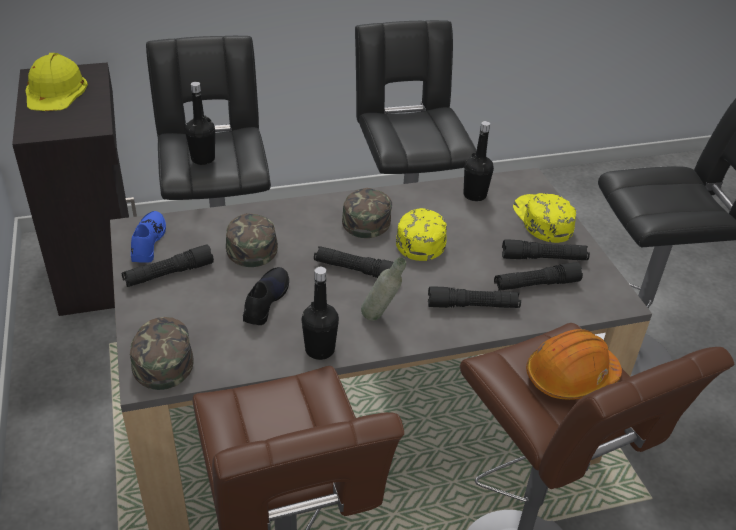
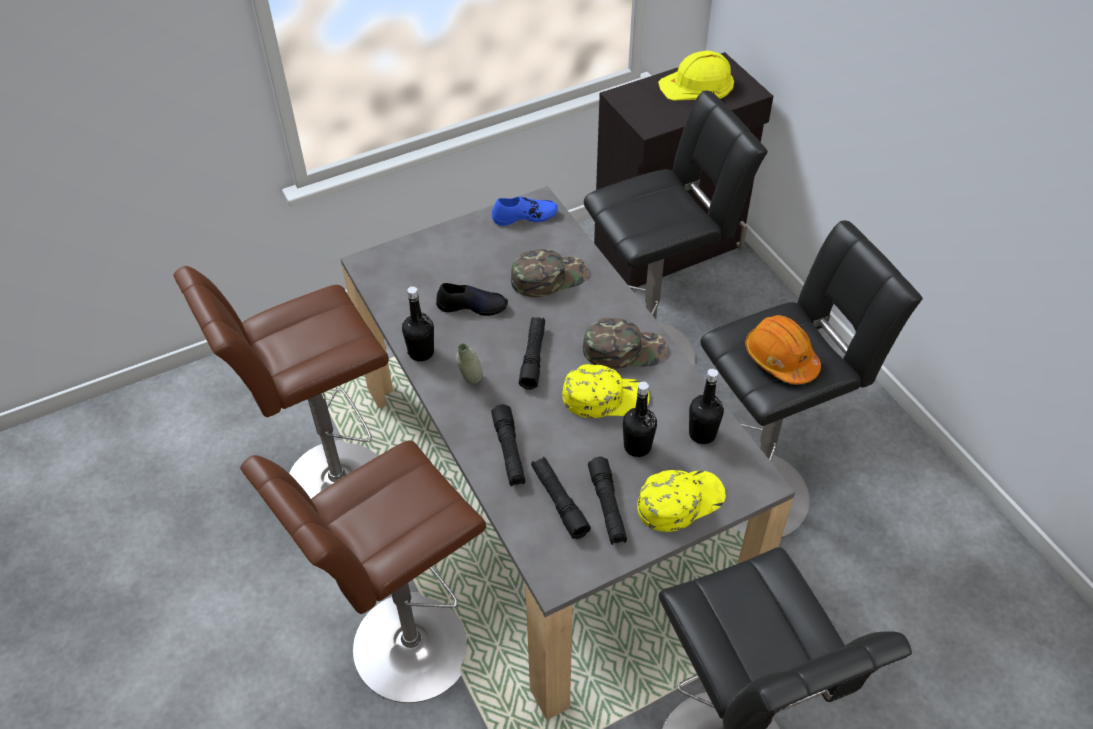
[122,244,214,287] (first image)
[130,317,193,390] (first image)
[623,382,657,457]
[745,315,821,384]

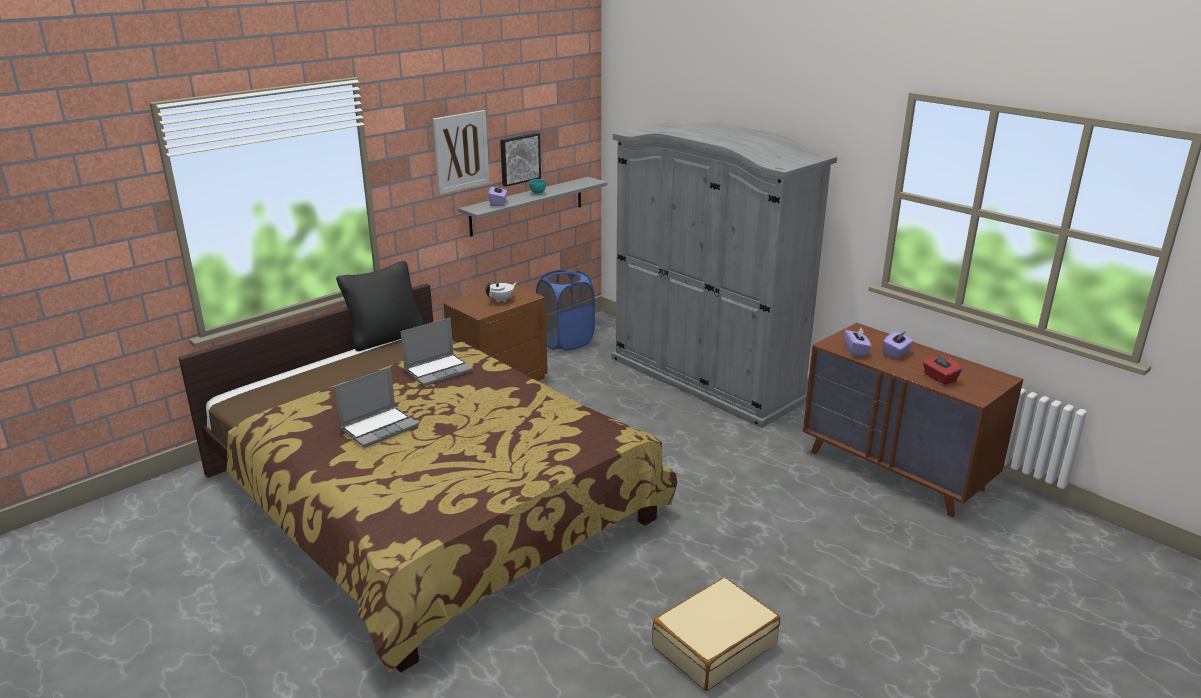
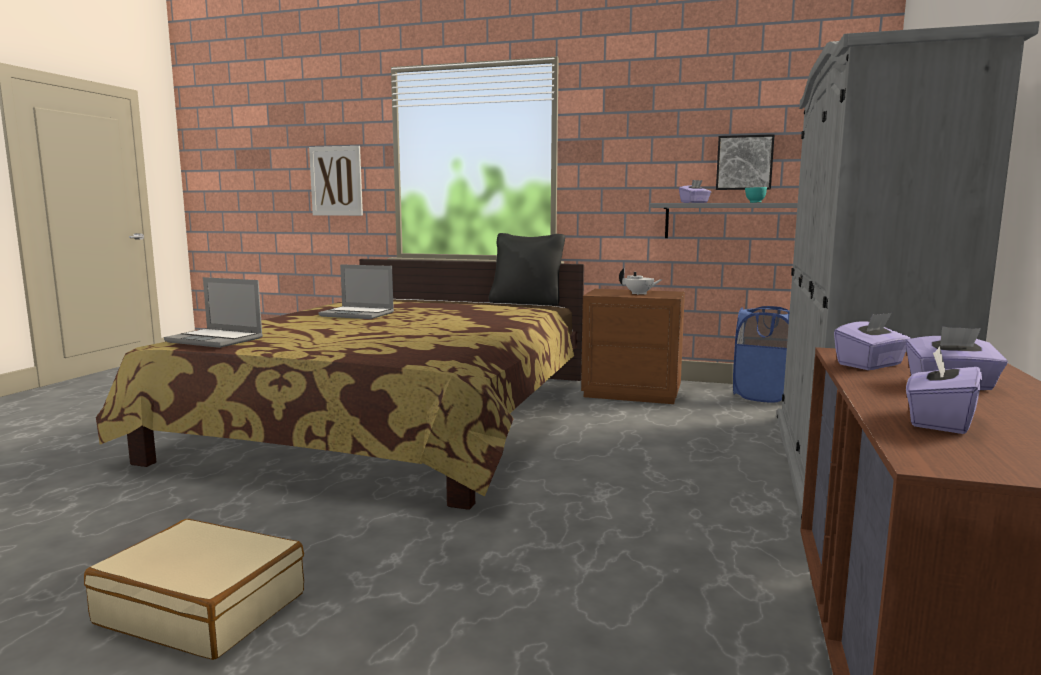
[164,277,263,348]
[309,146,363,216]
[906,346,982,434]

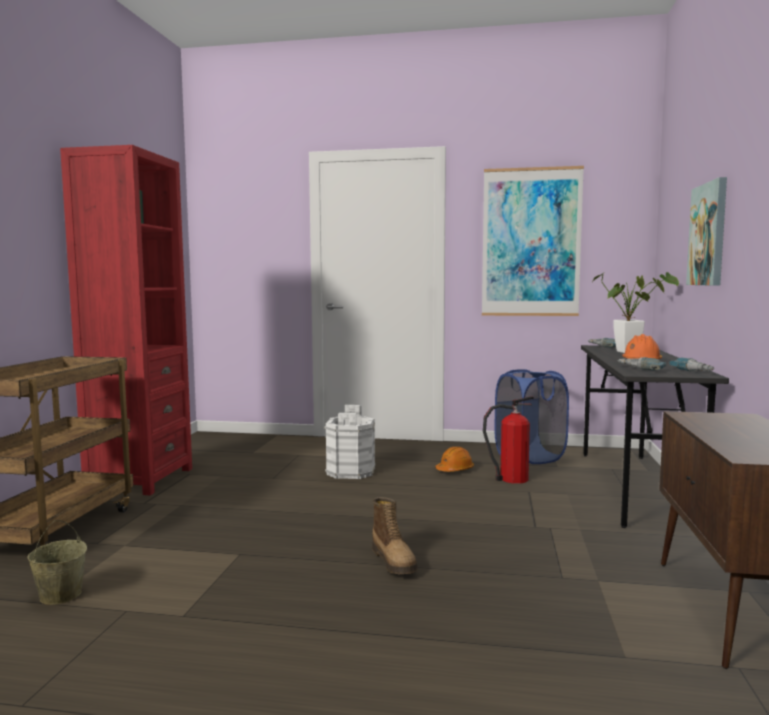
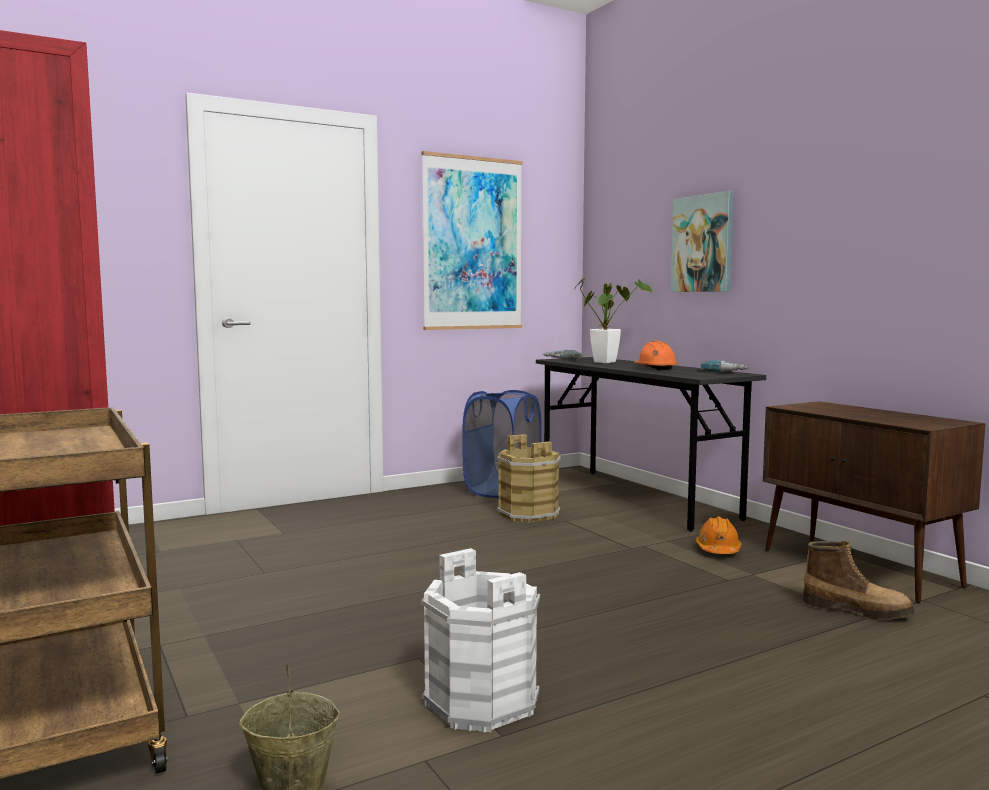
[618,357,666,370] (first image)
[421,548,540,733]
[802,541,915,619]
[696,517,741,554]
[497,434,561,523]

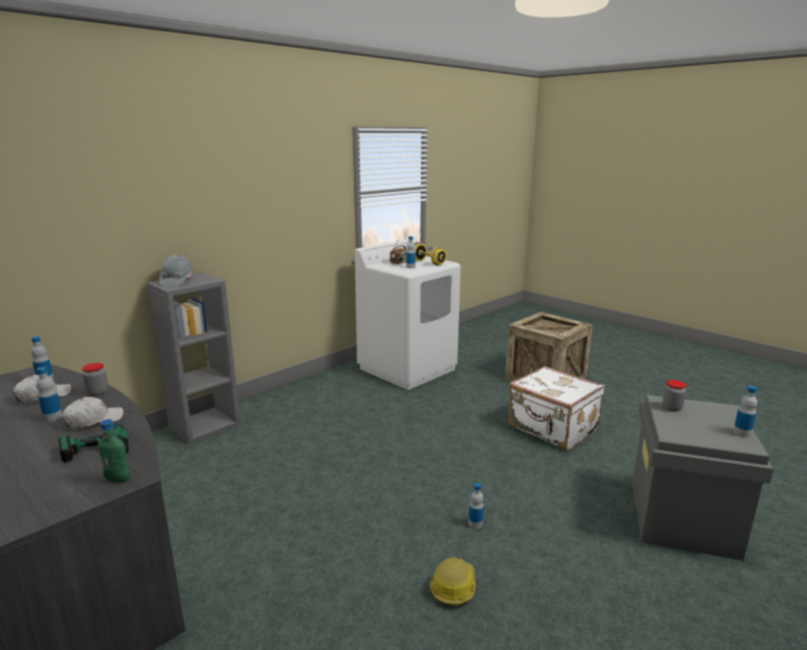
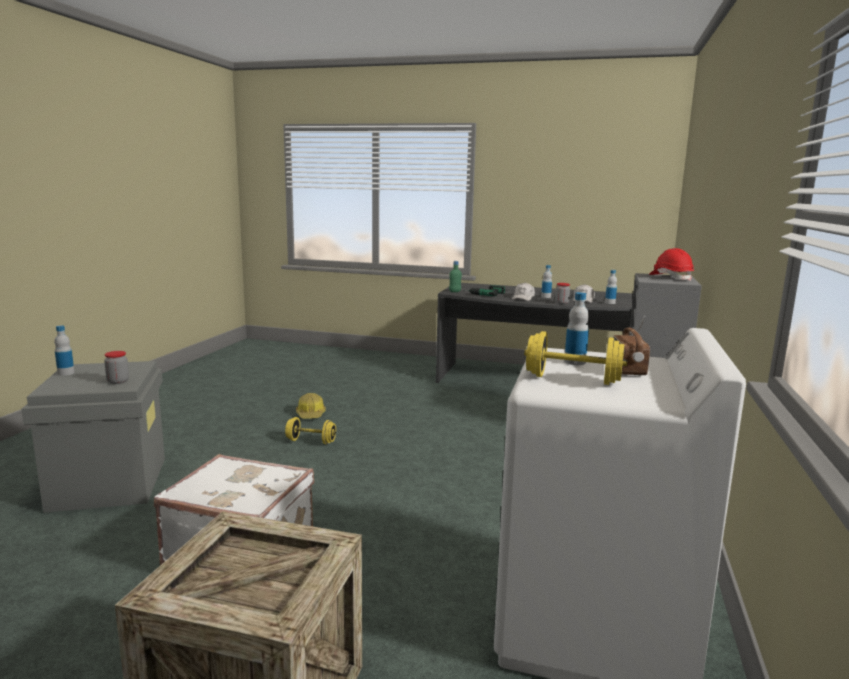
[285,417,336,444]
[649,248,694,281]

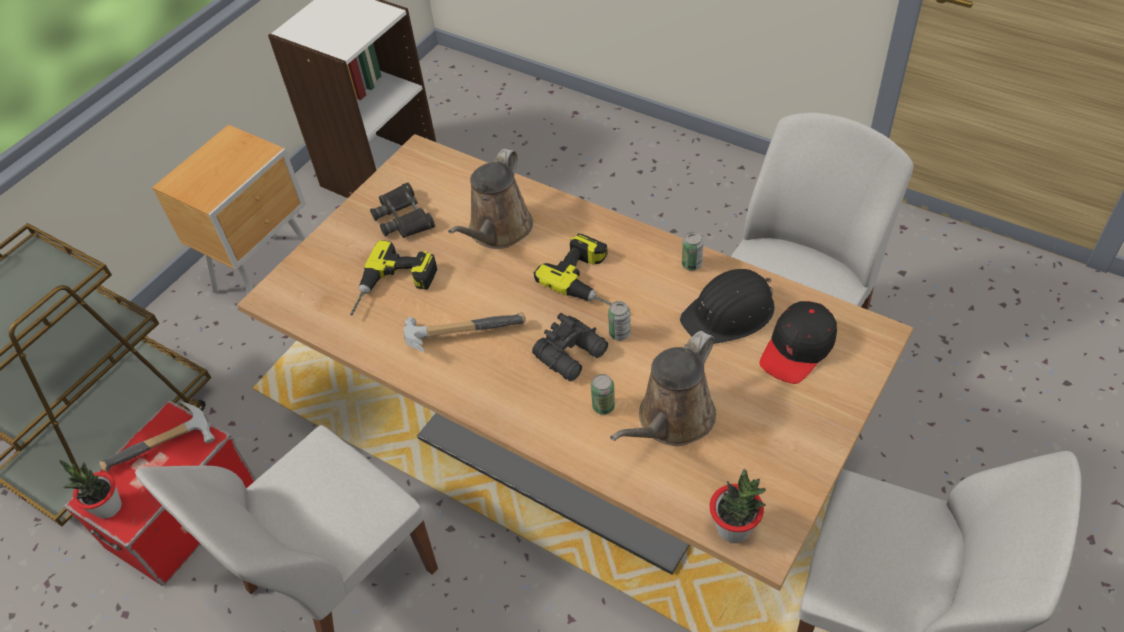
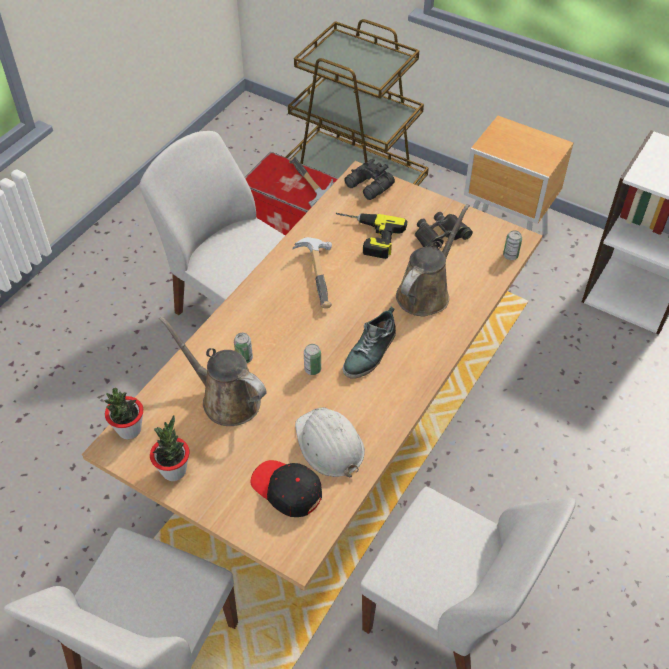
[150,415,190,481]
[344,159,395,200]
[503,230,522,260]
[343,307,396,379]
[295,407,365,477]
[396,204,470,316]

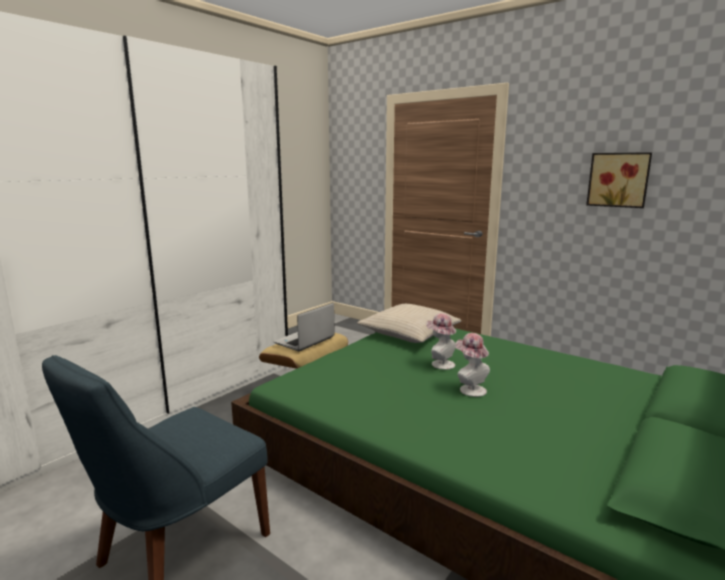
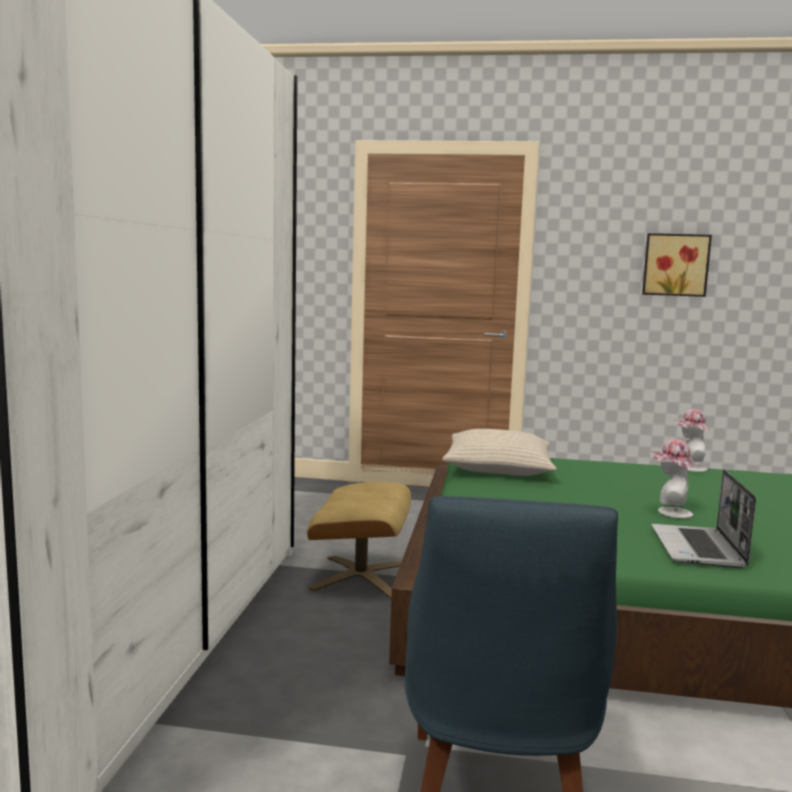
[651,469,756,568]
[674,409,711,472]

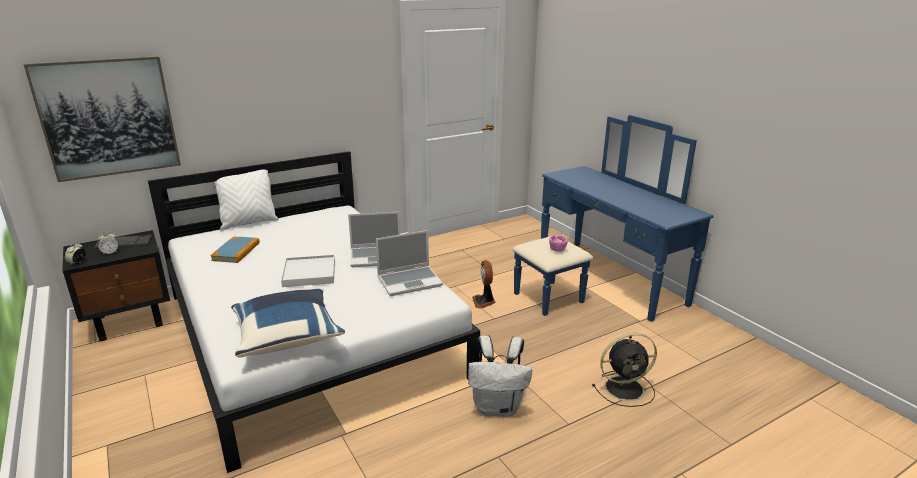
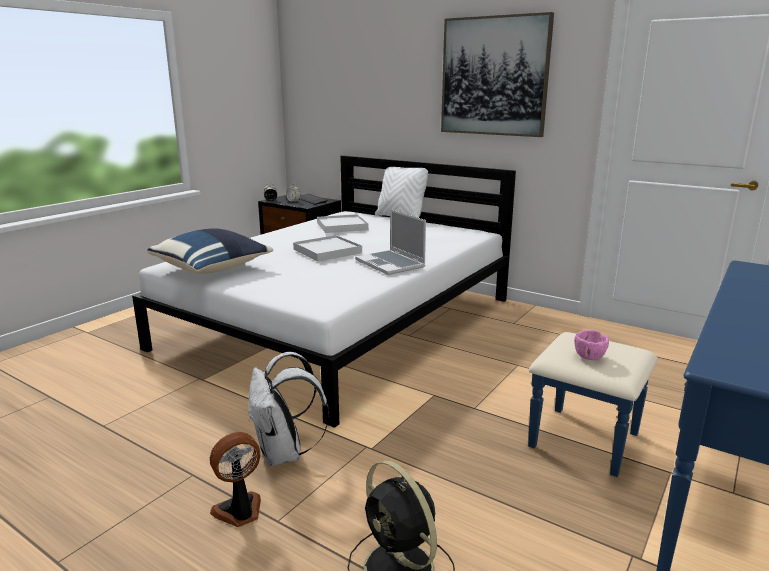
[376,230,443,296] (first image)
[441,12,554,137]
[210,432,261,527]
[317,214,369,233]

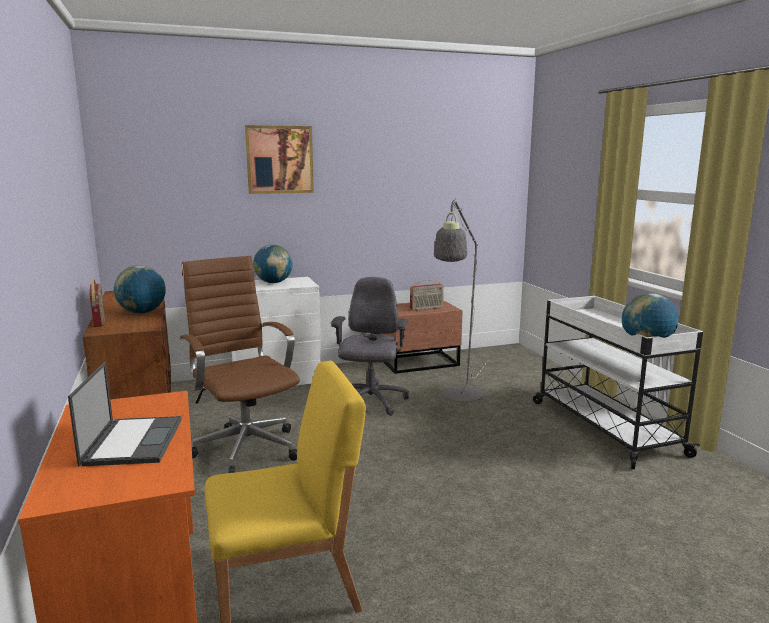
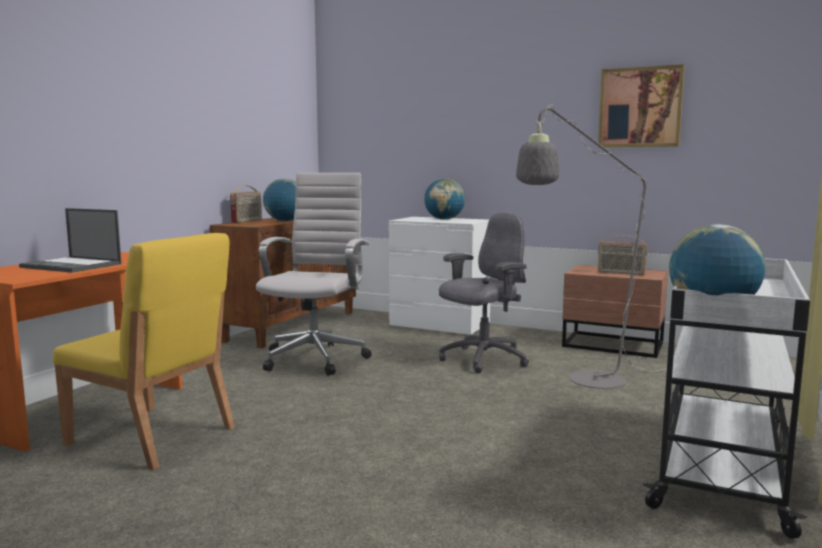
[598,64,685,147]
[256,173,372,376]
[19,208,122,273]

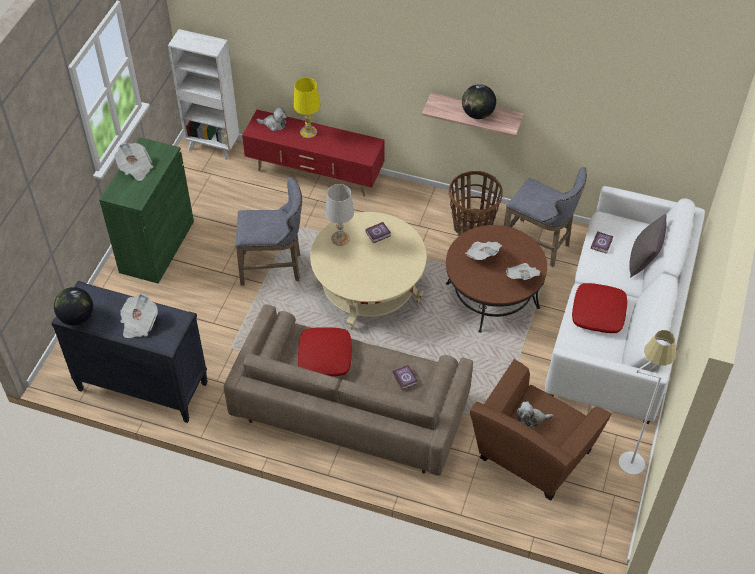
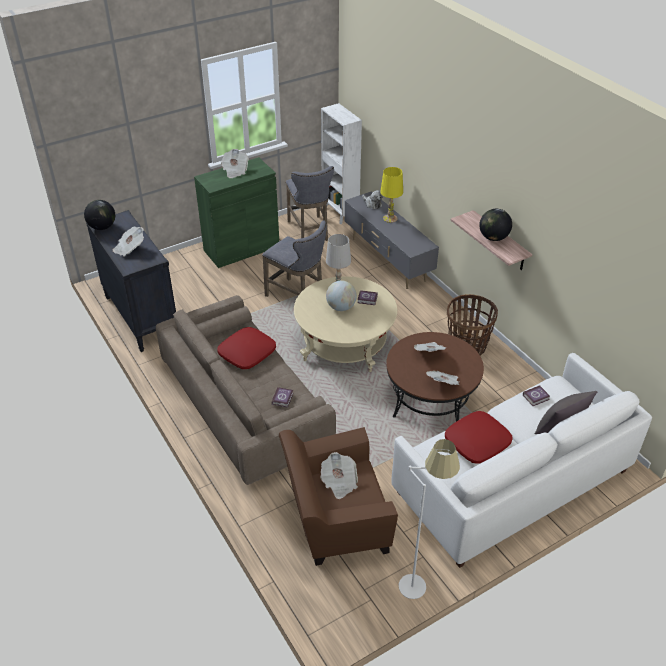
[326,280,357,311]
[286,166,334,241]
[320,452,358,499]
[345,191,439,289]

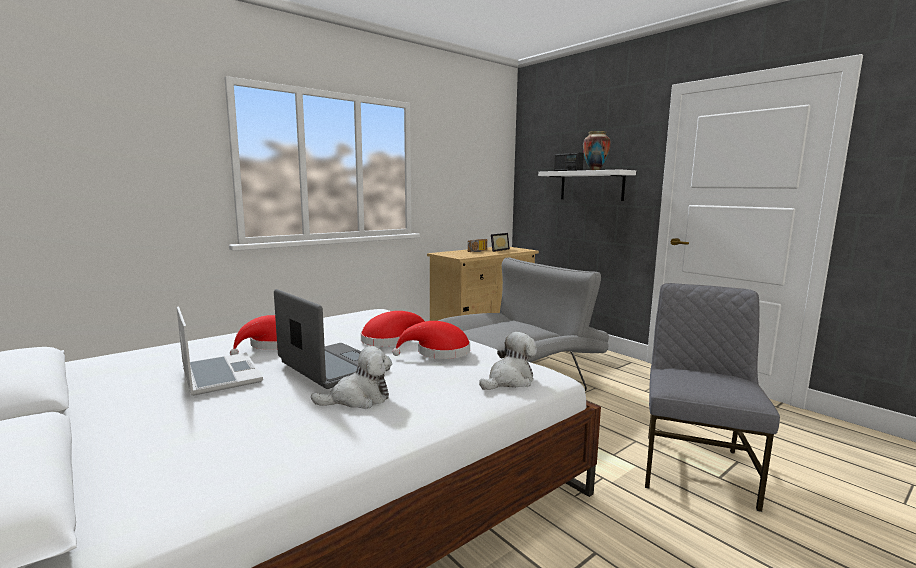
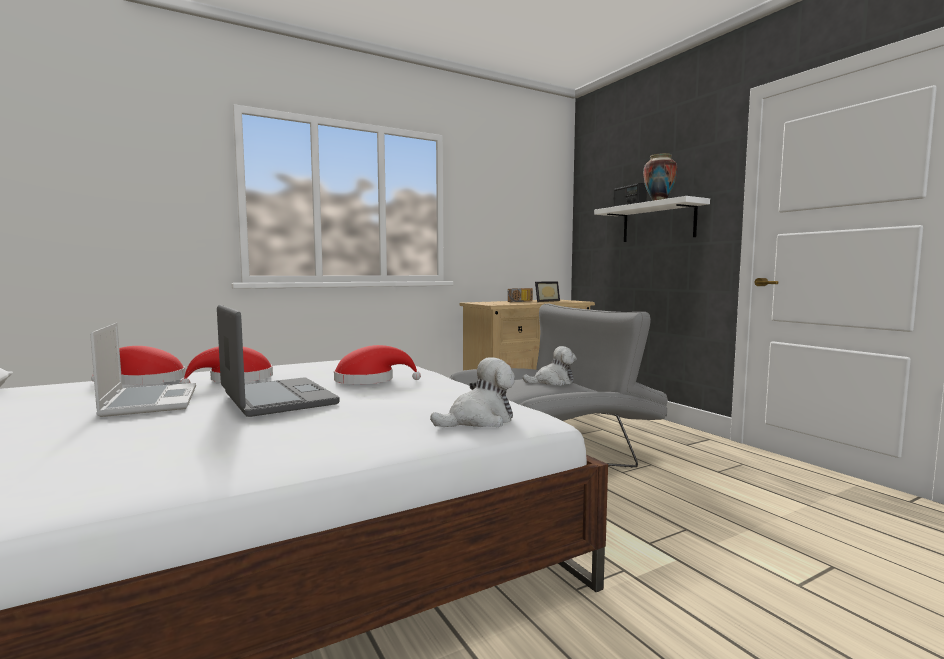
[645,283,780,512] (first image)
[523,346,577,386]
[91,346,185,385]

